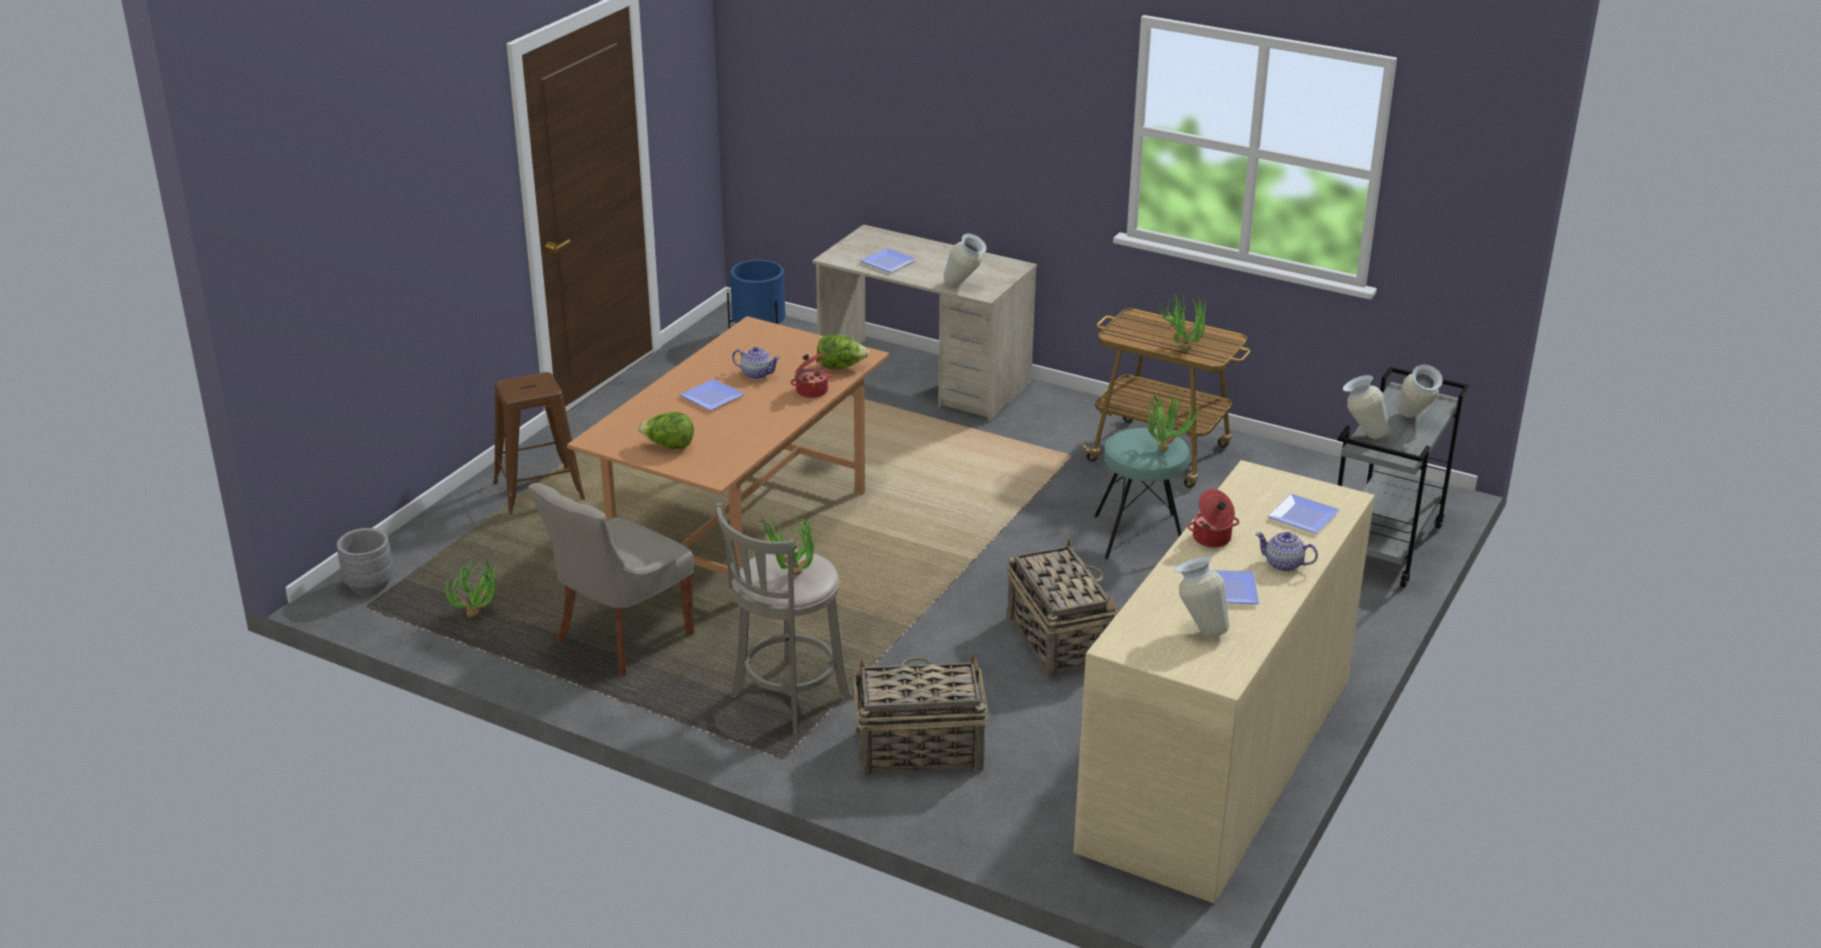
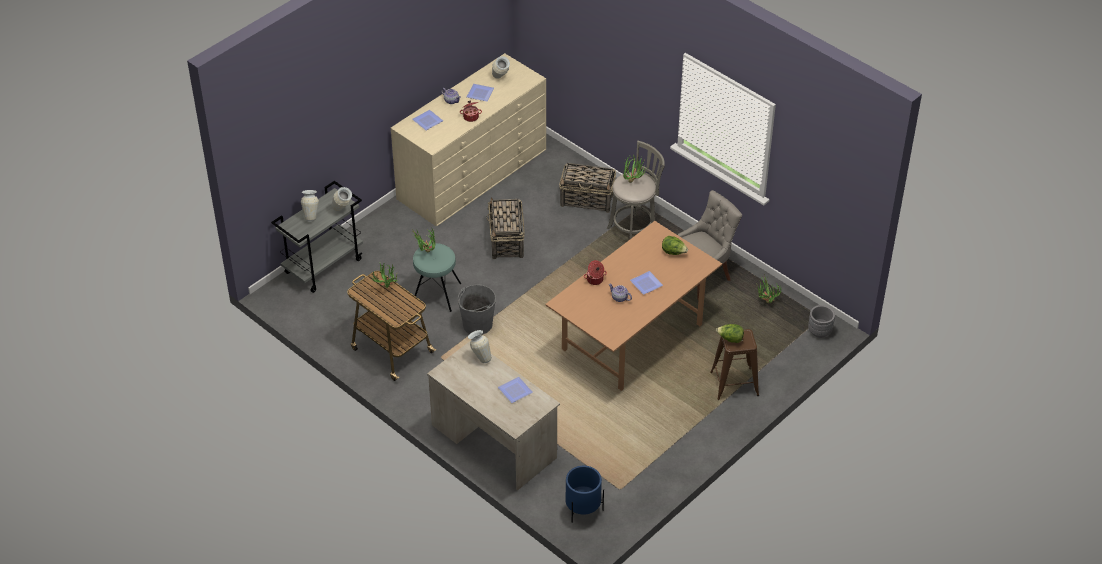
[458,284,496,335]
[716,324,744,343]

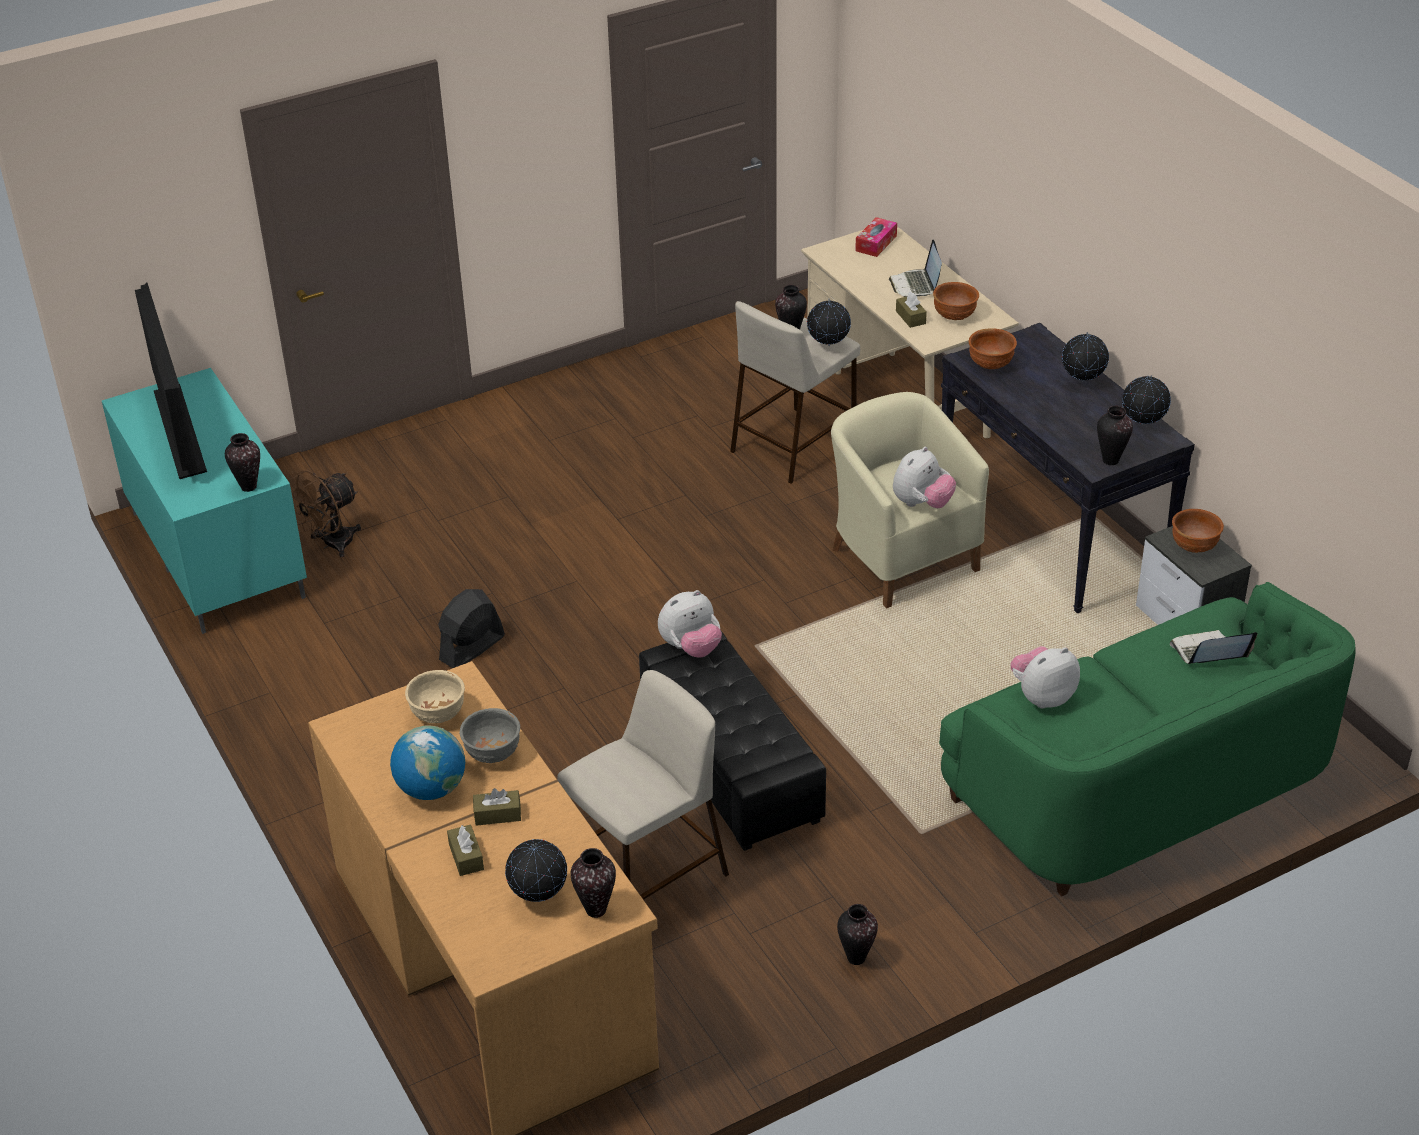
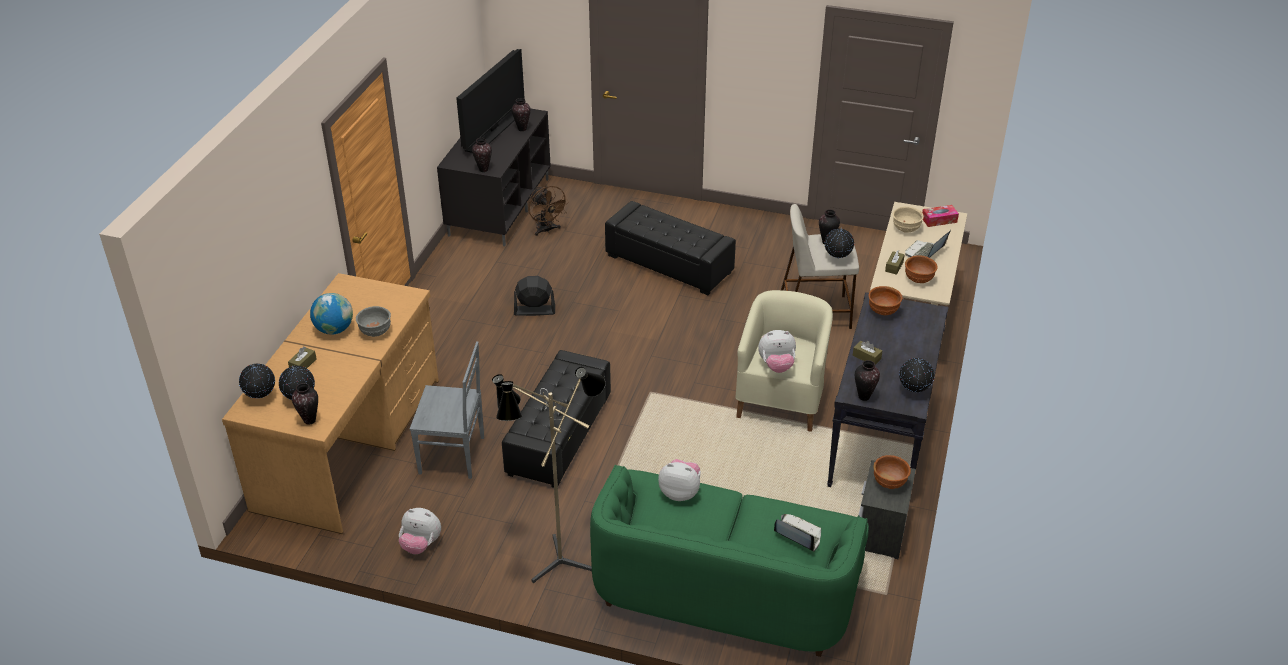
[492,367,605,583]
[605,201,736,295]
[893,206,924,232]
[853,341,882,365]
[399,508,441,554]
[512,98,531,131]
[239,364,275,398]
[410,341,484,479]
[437,109,551,246]
[529,186,569,236]

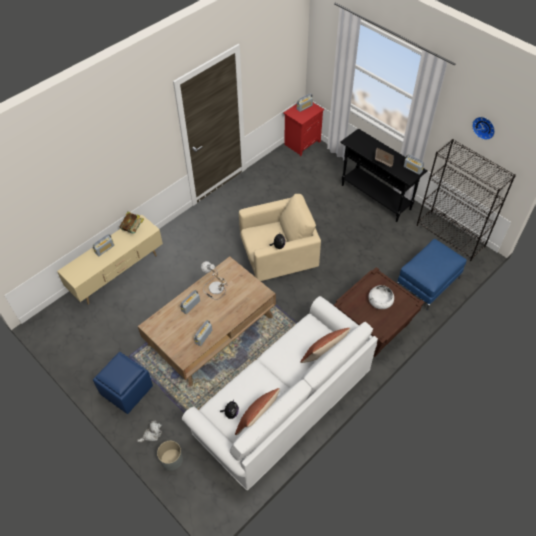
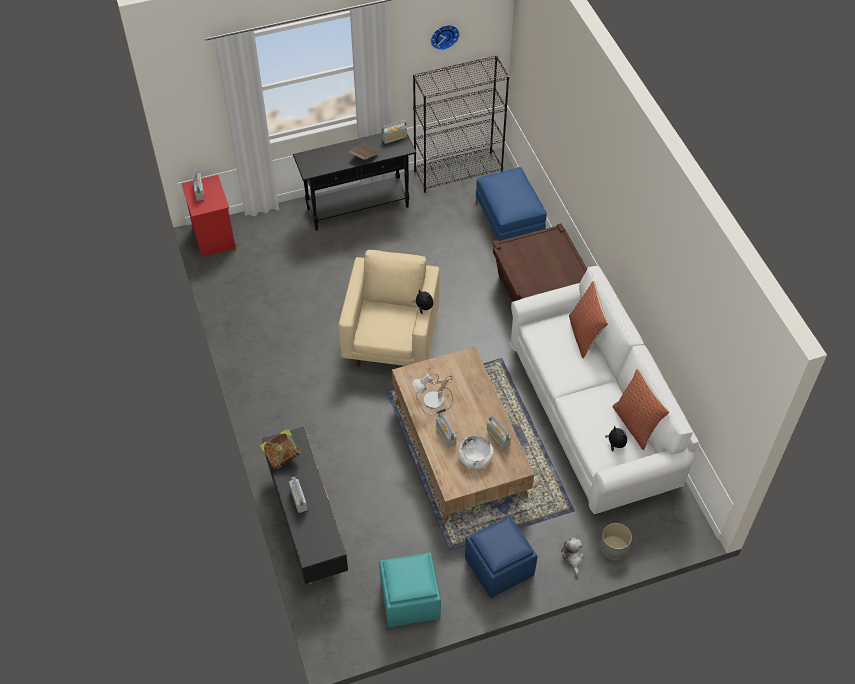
[379,552,441,627]
[458,436,494,469]
[262,427,348,584]

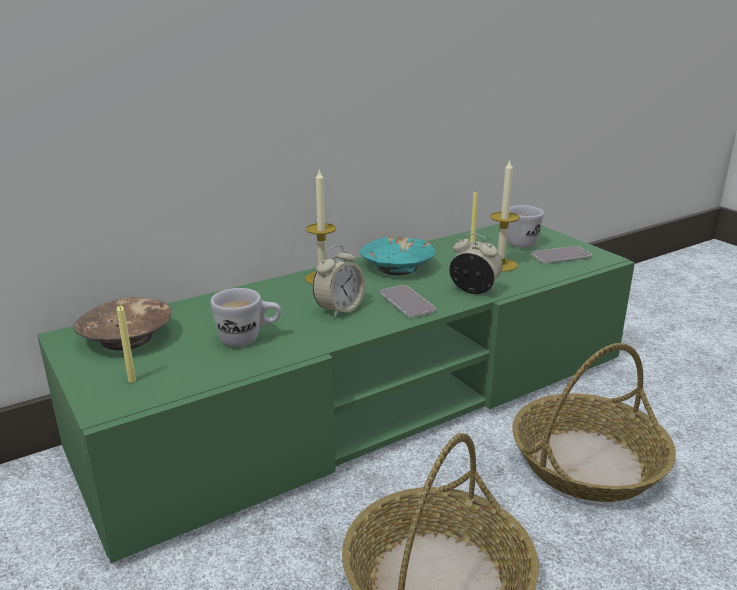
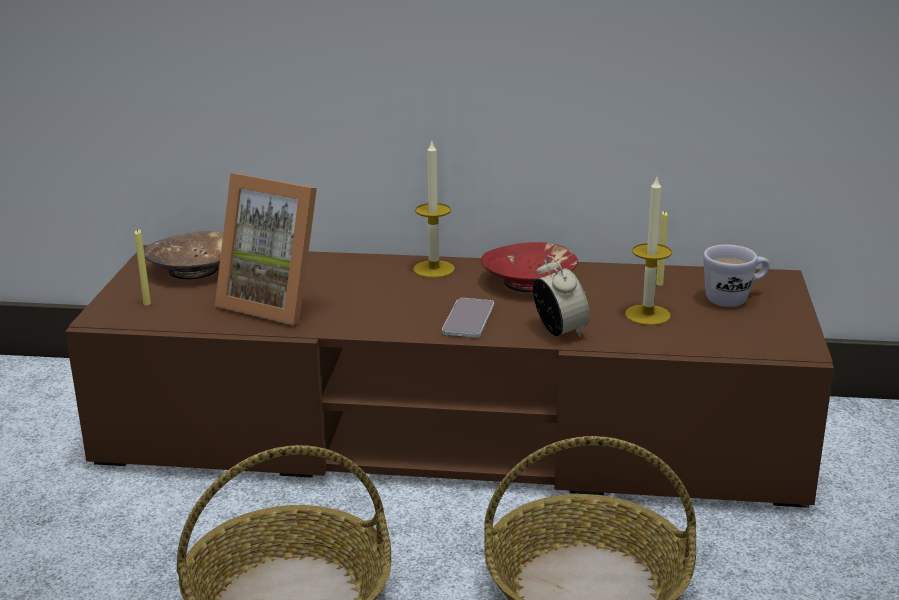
[313,245,365,318] (first image)
[531,246,592,264] (first image)
[215,173,317,325]
[65,245,834,508]
[481,242,578,292]

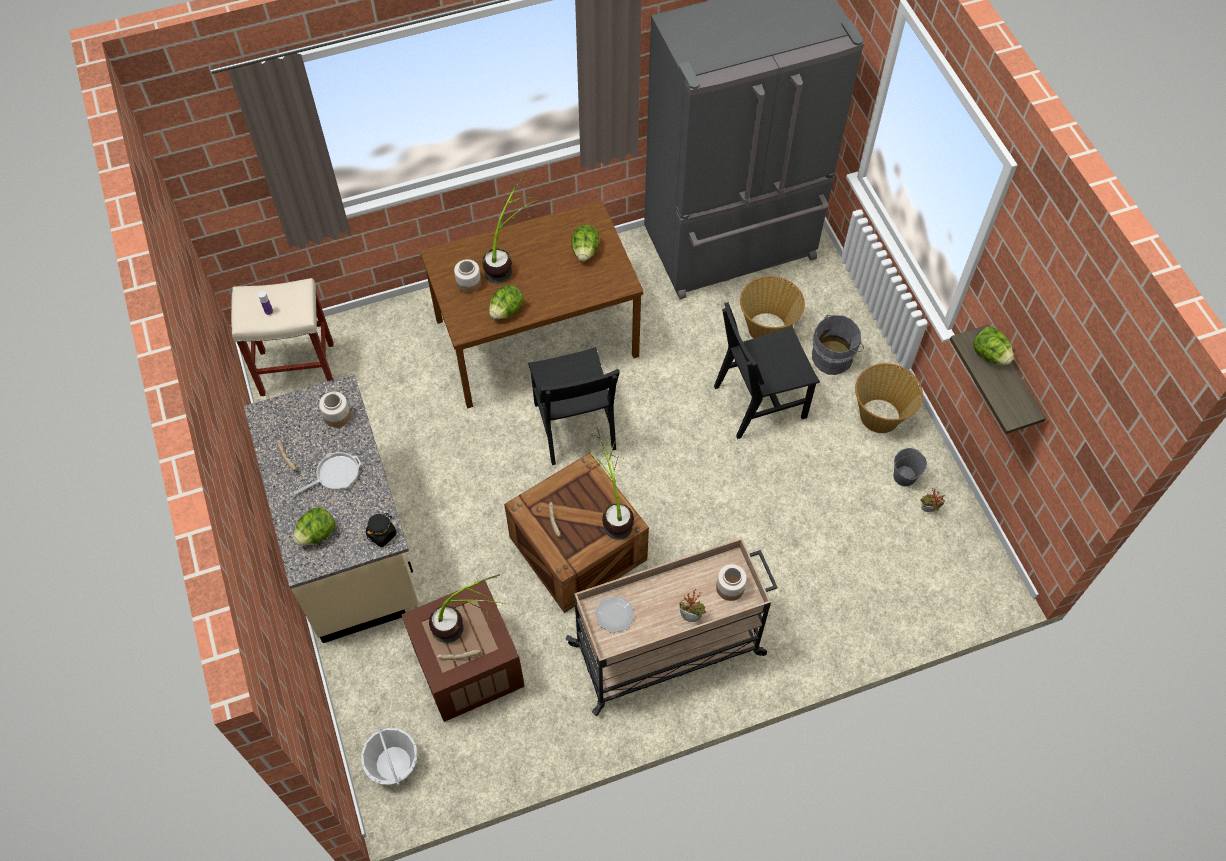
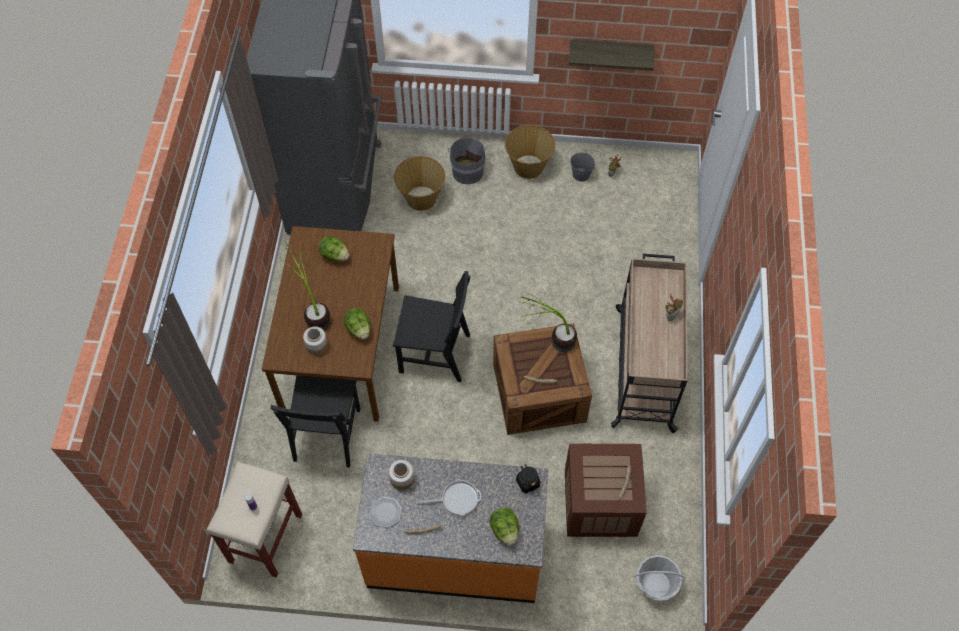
[429,574,506,643] (first image)
[716,564,747,601] (first image)
[973,327,1014,365] (first image)
[369,496,402,528]
[270,375,360,468]
[353,454,548,603]
[416,479,481,516]

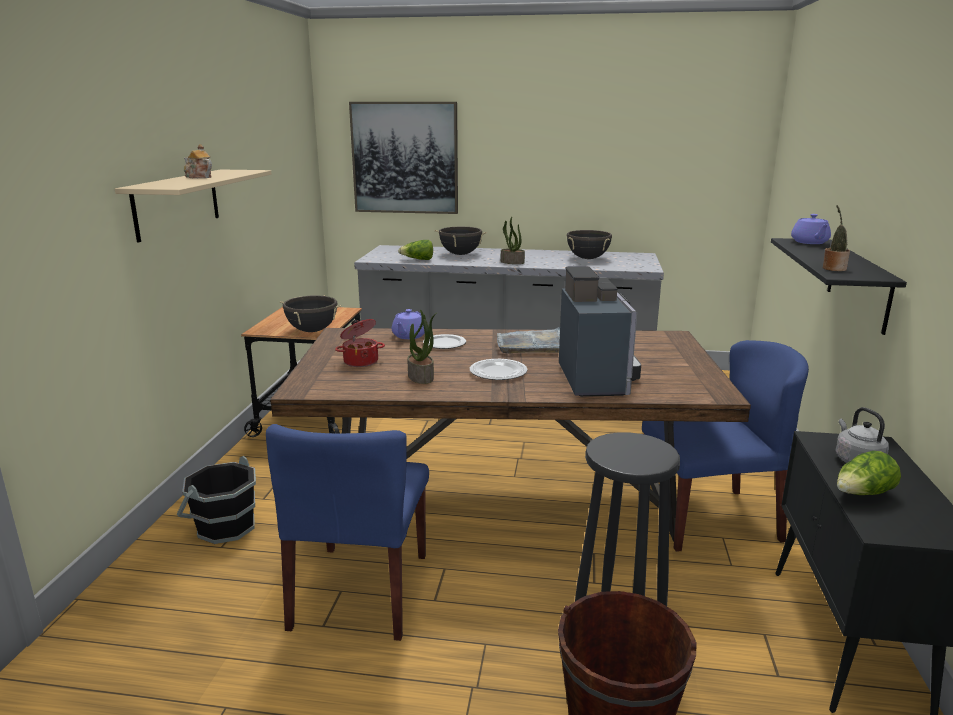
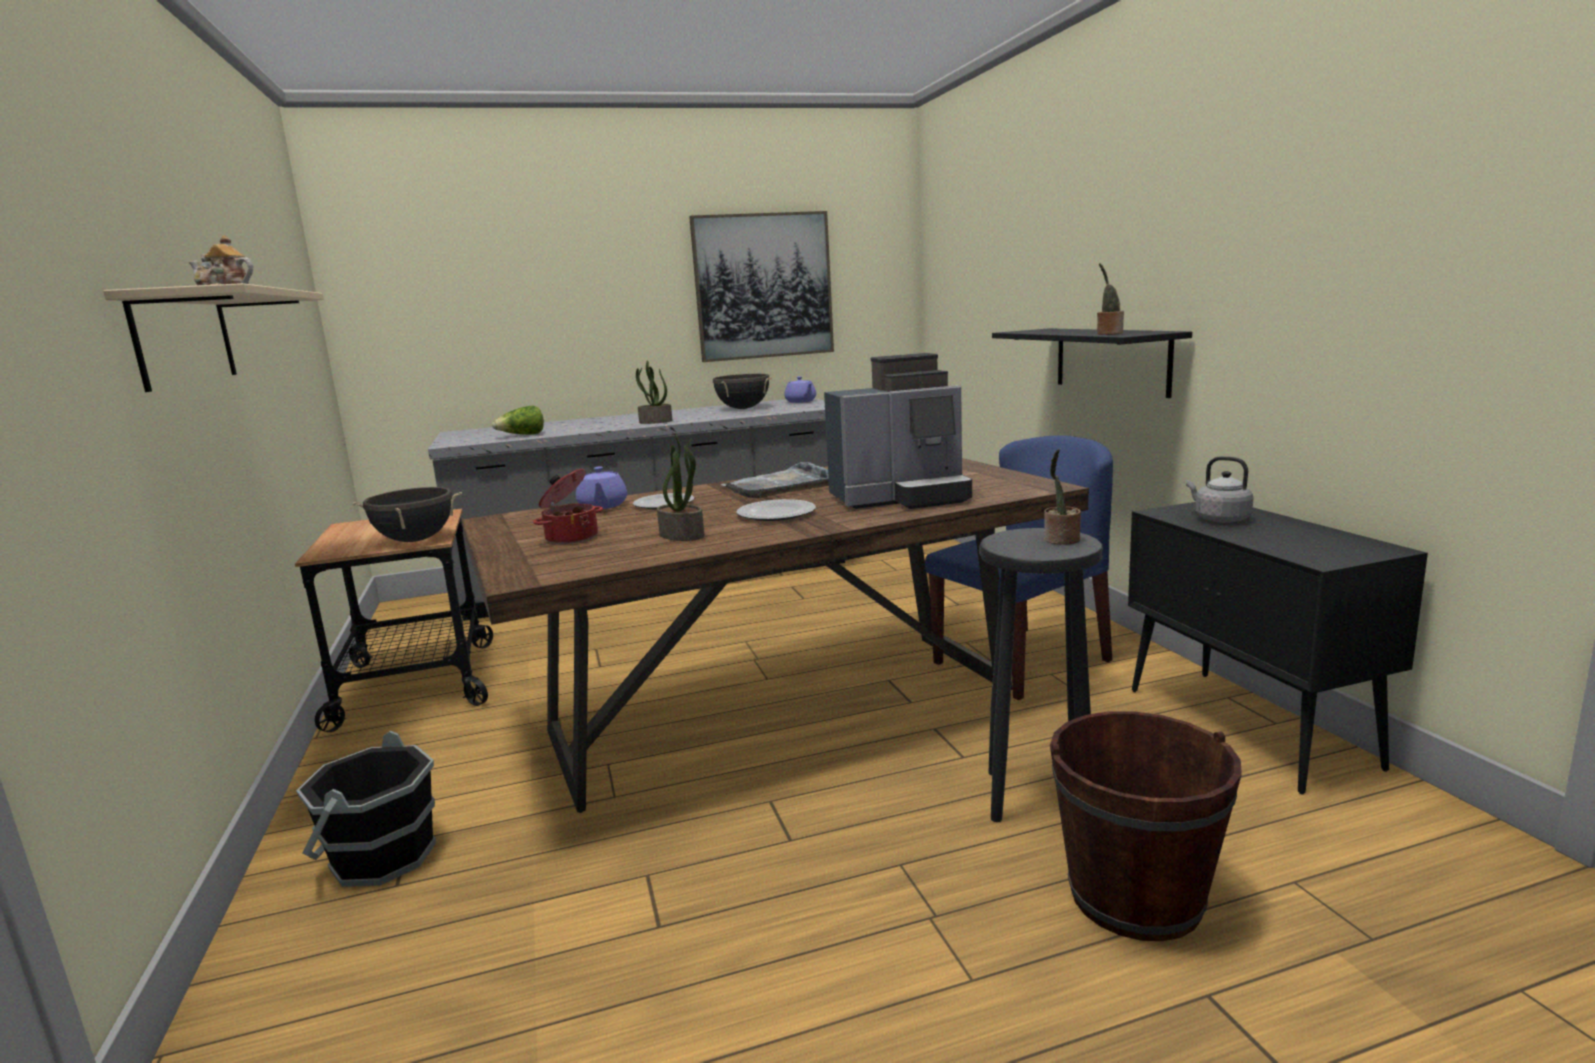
[266,424,429,641] (first image)
[434,227,487,255] (first image)
[837,451,901,495] (first image)
[1044,449,1081,545]
[689,211,834,362]
[784,376,816,403]
[824,353,972,509]

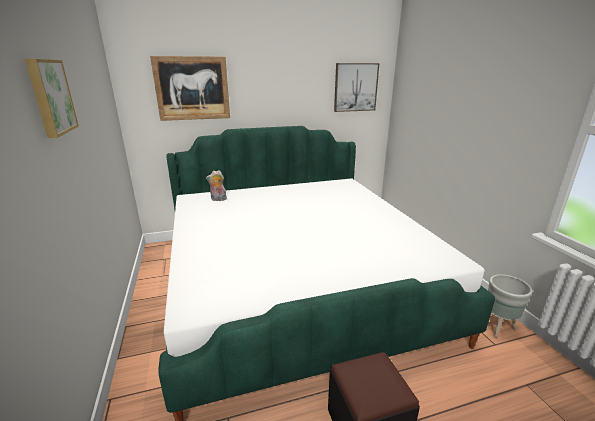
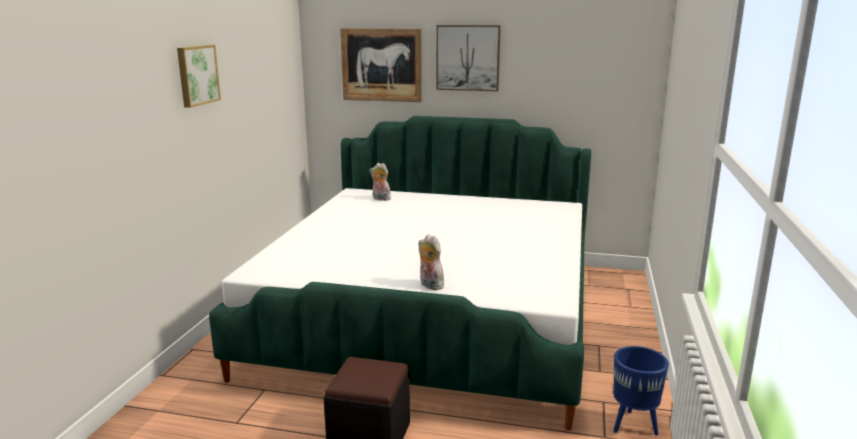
[418,234,444,290]
[436,25,501,91]
[613,346,669,435]

